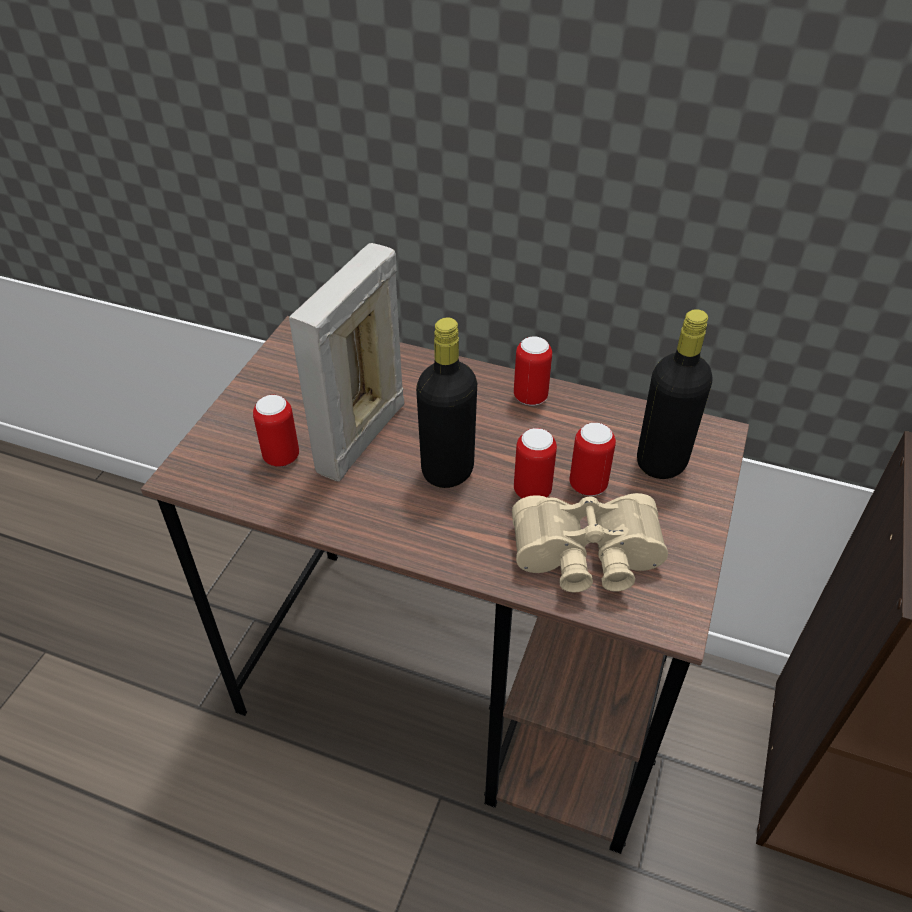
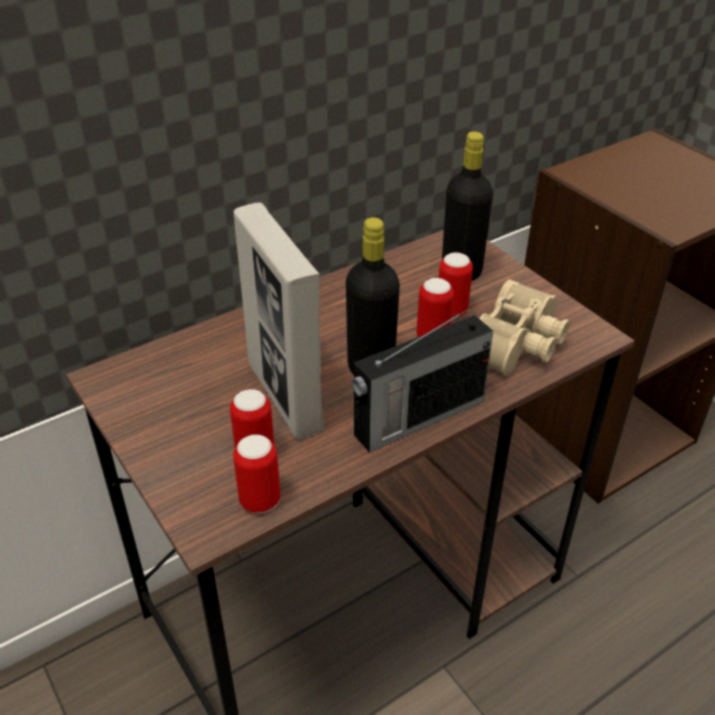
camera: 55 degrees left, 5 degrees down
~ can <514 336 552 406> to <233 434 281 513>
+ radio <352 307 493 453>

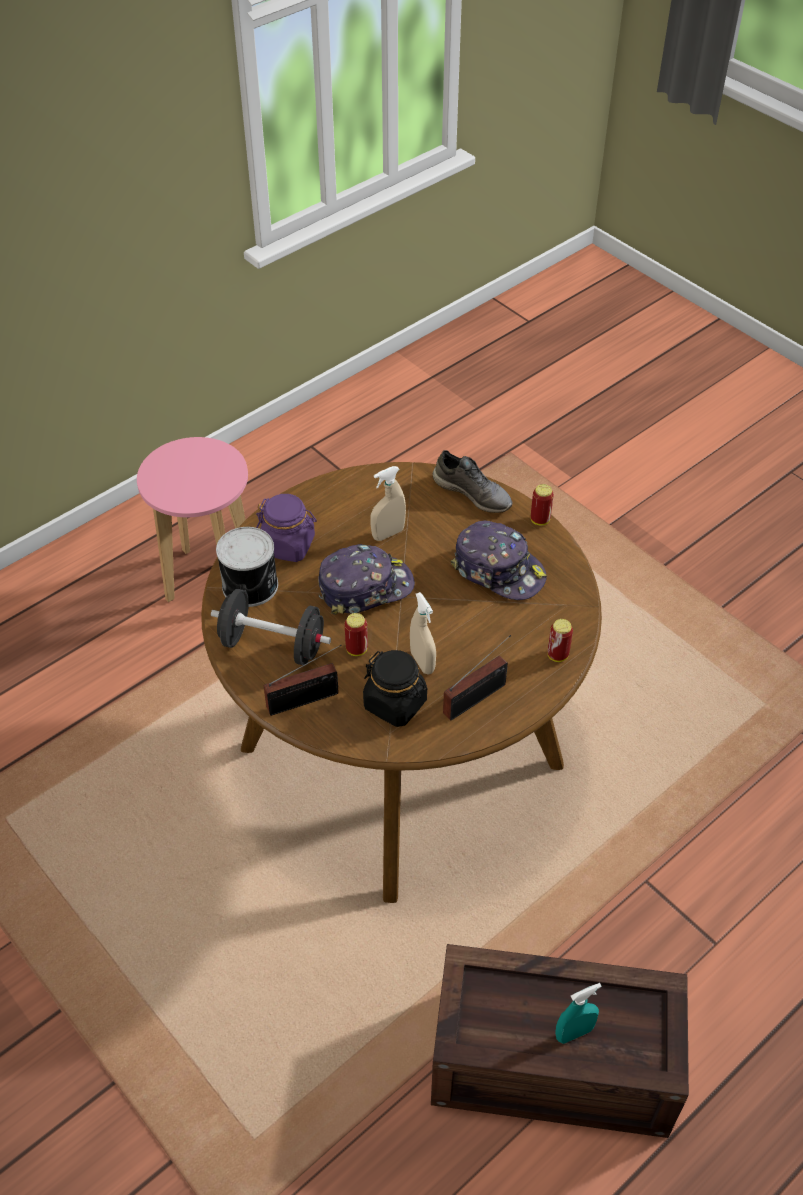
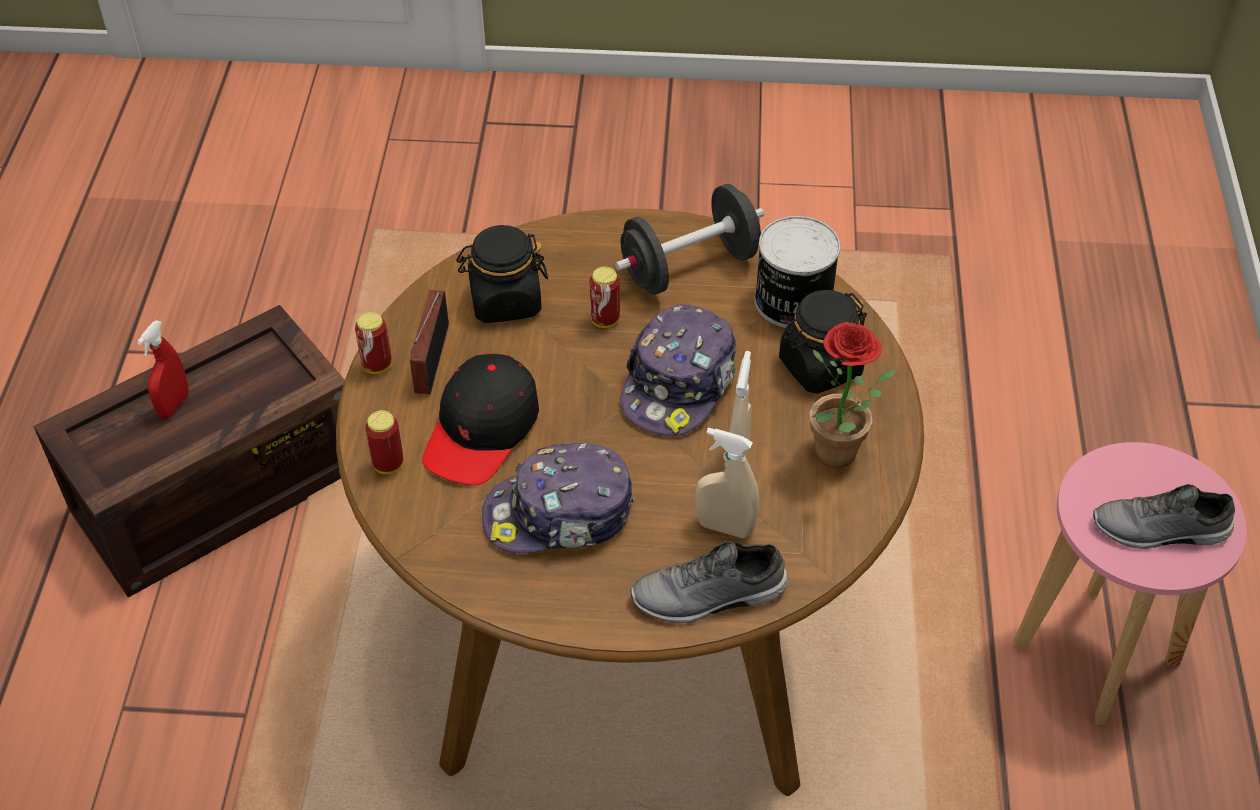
camera: 135 degrees right, 0 degrees up
~ turquoise spray bottle <555 983 602 1044> to red spray bottle <137 320 189 419>
~ can <531 484 554 526> to <355 312 392 374>
+ black cap <422 353 539 485>
~ beige spray bottle <410 592 436 674> to <695 428 759 538>
~ purple jar <256 494 317 562> to black jar <779 290 867 394>
+ potted plant <810 322 896 468>
+ grey shoe <1093 484 1235 549>
- radio <264 645 342 716>

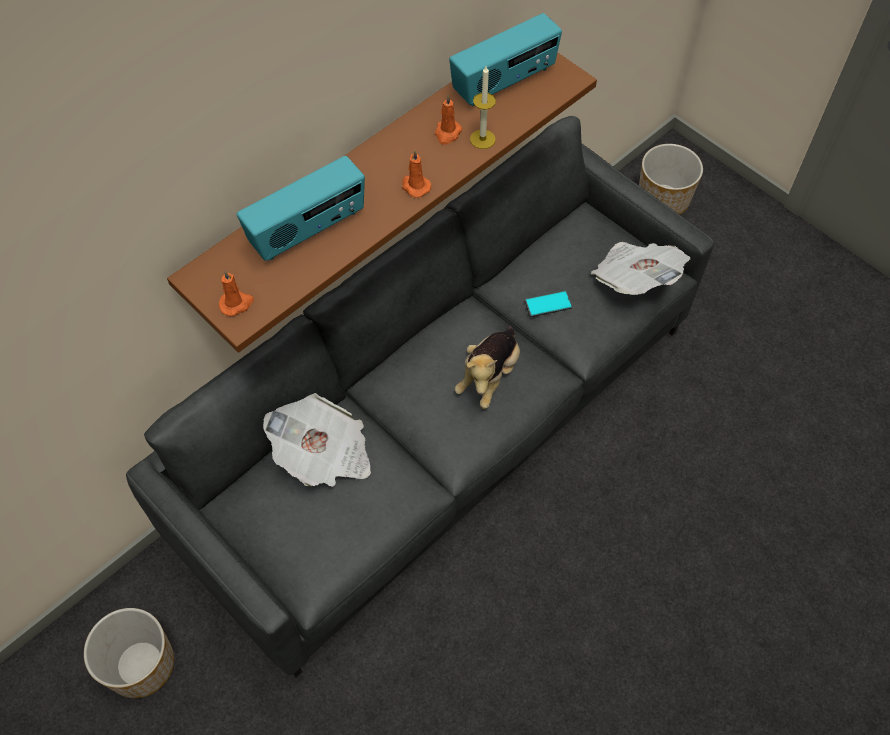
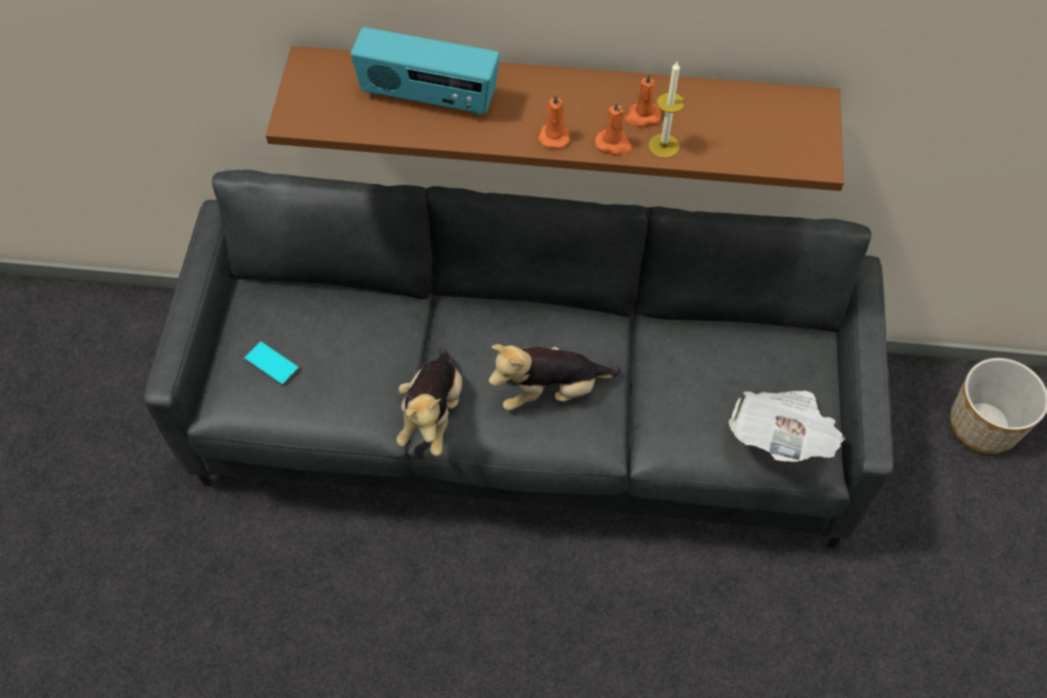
camera: 50 degrees right, 0 degrees up
~ phone <525 291 572 317> to <243 340 300 386>
+ plush toy <396 348 462 457>
~ orange candle <219 270 254 316> to <595 100 633 155>
- planter <84 608 174 698>
- newspaper <263 393 371 487>
- radio <449 13 562 106>

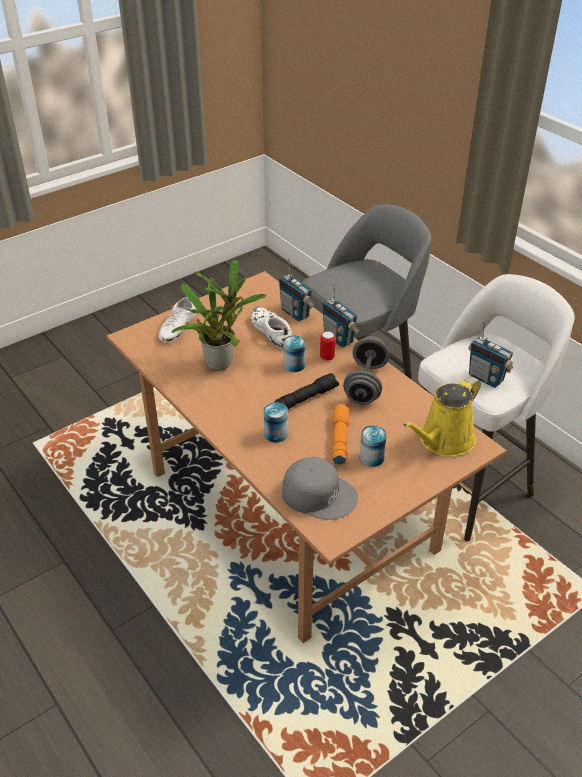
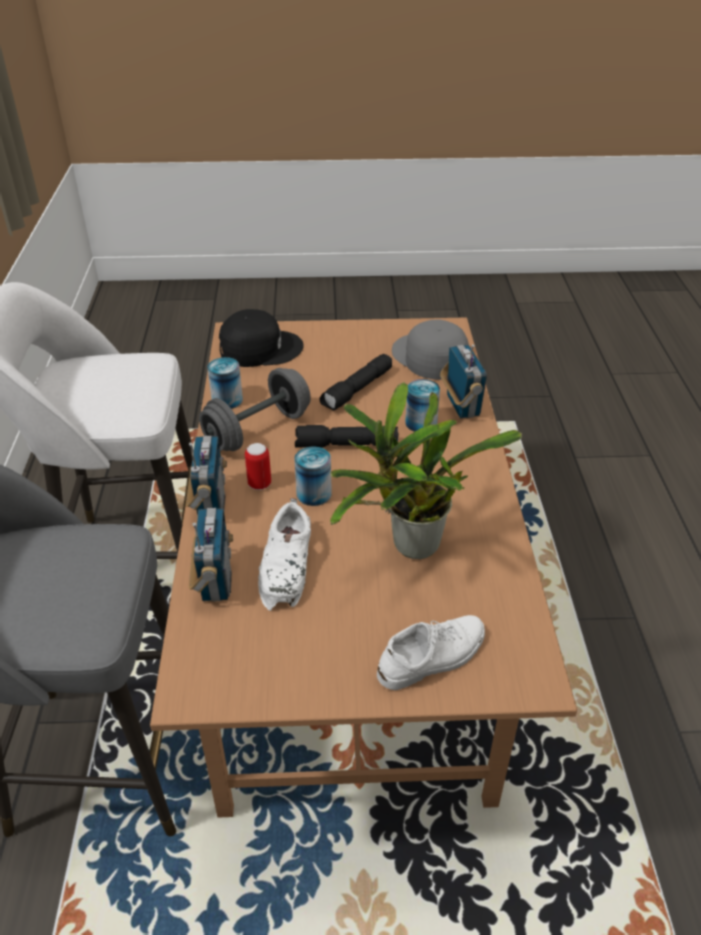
camera: 145 degrees left, 0 degrees up
~ can <360 425 387 467> to <207 357 243 409>
~ yellow watering can <403 377 481 457> to black cap <219 309 304 367>
~ orange flashlight <332 404 349 465> to black flashlight <320 354 392 411>
~ radio <468 320 513 388> to <440 344 487 419>

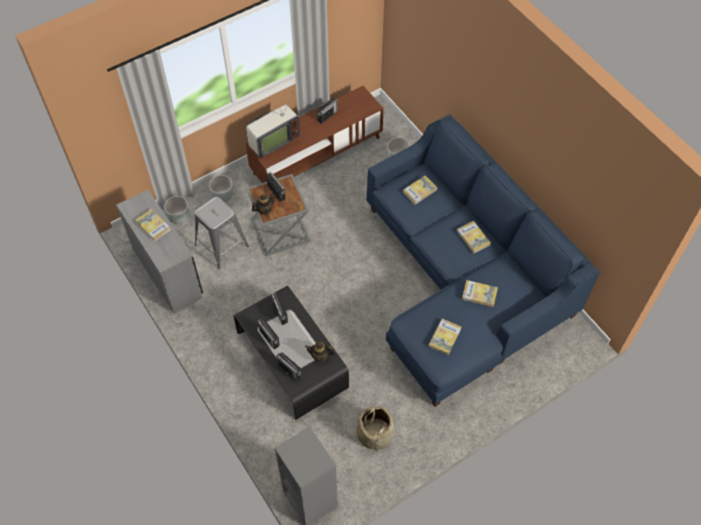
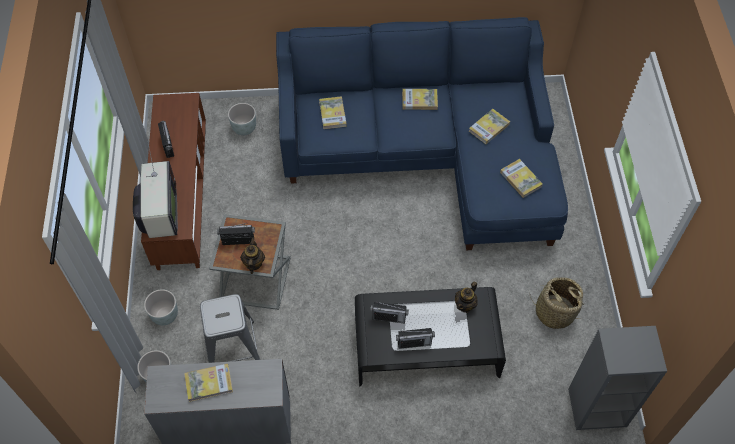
camera: 60 degrees left, 0 degrees up
- radio <276 352 302 382>

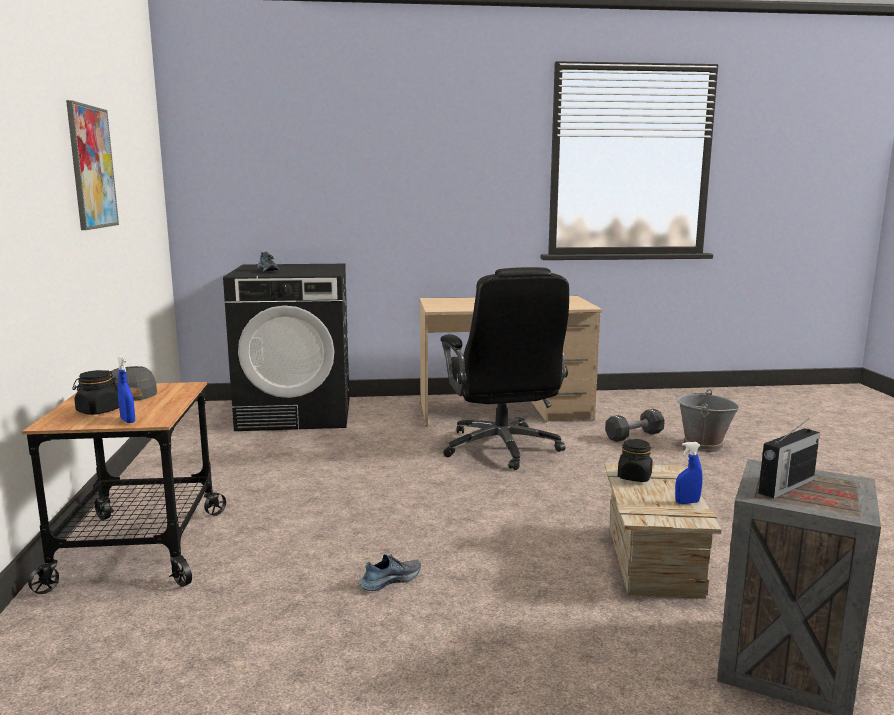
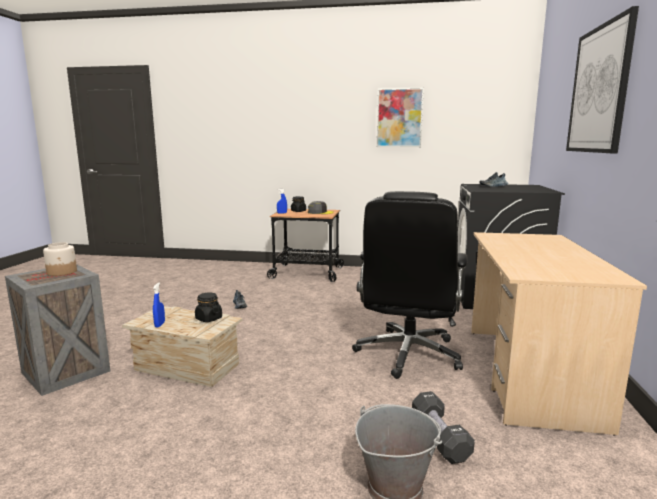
camera: 105 degrees right, 0 degrees up
~ radio <759 419 820 498> to jar <43 242 77 276>
~ black office chair <441 267 569 470> = <352 191 468 379> 75 degrees counterclockwise
+ picture <566 6 639 153>

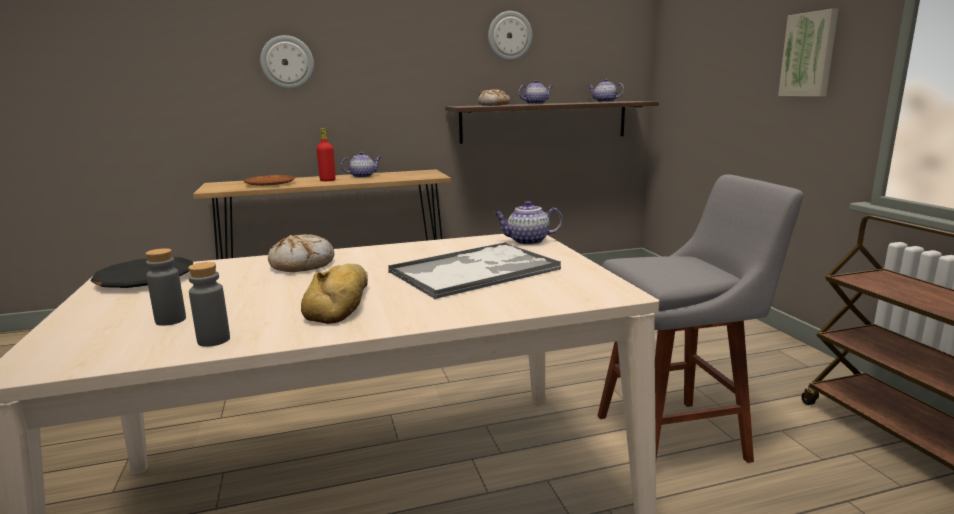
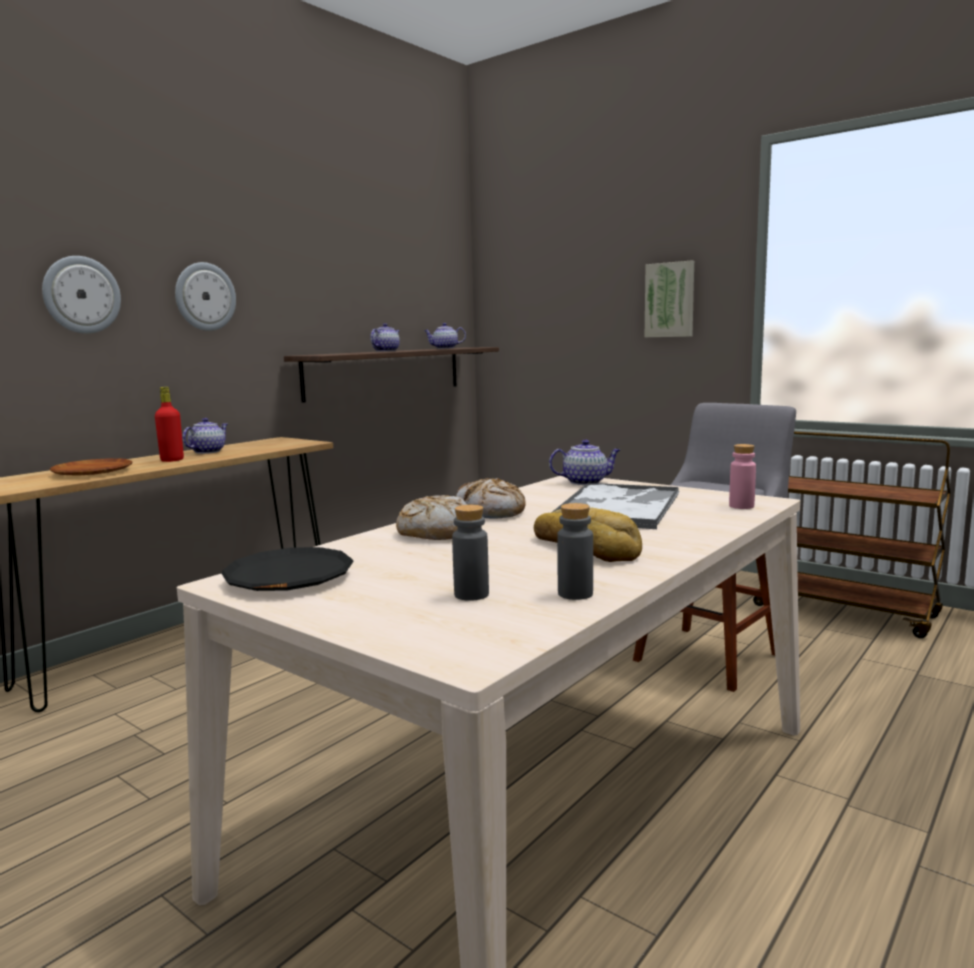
camera: 35 degrees left, 5 degrees down
~ wall clock <488 11 532 61> to <175 262 236 331>
~ bread <478 89 510 106> to <456 478 525 519>
~ teapot <494 201 563 245> = <549 440 620 485> 150 degrees counterclockwise
+ pink bottle <729 444 756 509>

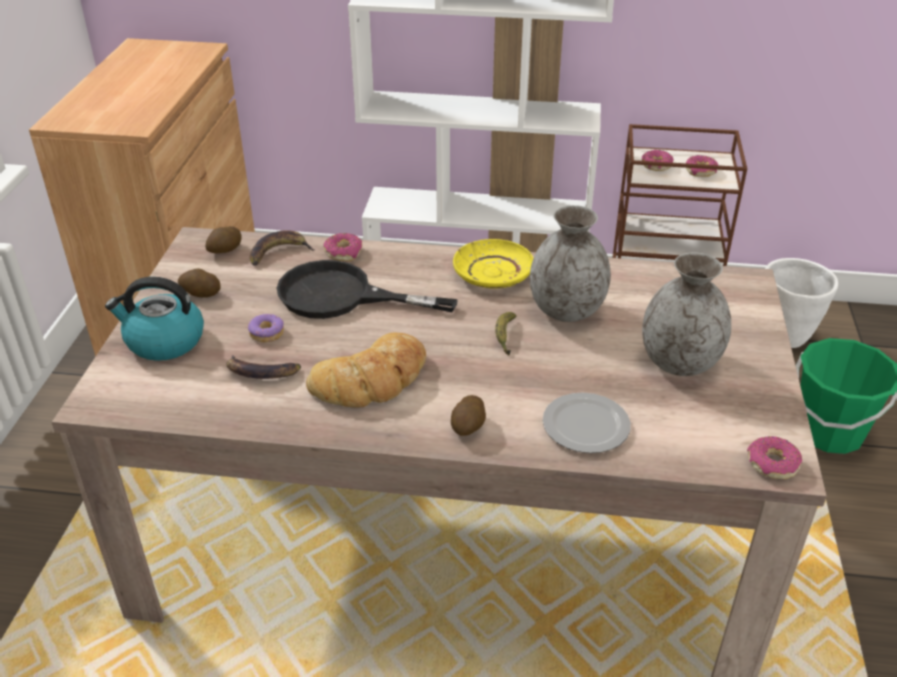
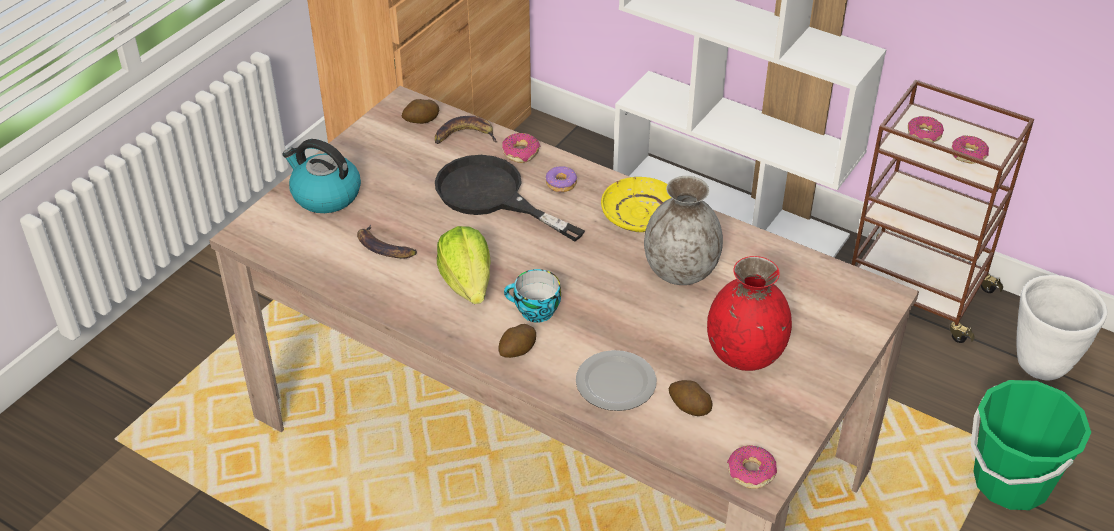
camera: 25 degrees right, 5 degrees up
~ bread <306 333 426 408> to lettuce <437 226 491 304>
+ cup <504 269 561 323>
~ donut <248 314 284 343> to <546 166 578 192>
~ potato <178 268 221 297> to <668 380 713 416>
~ grey vase <642 252 731 376> to red vase <707 256 792 371>
- banana <495 312 516 356>

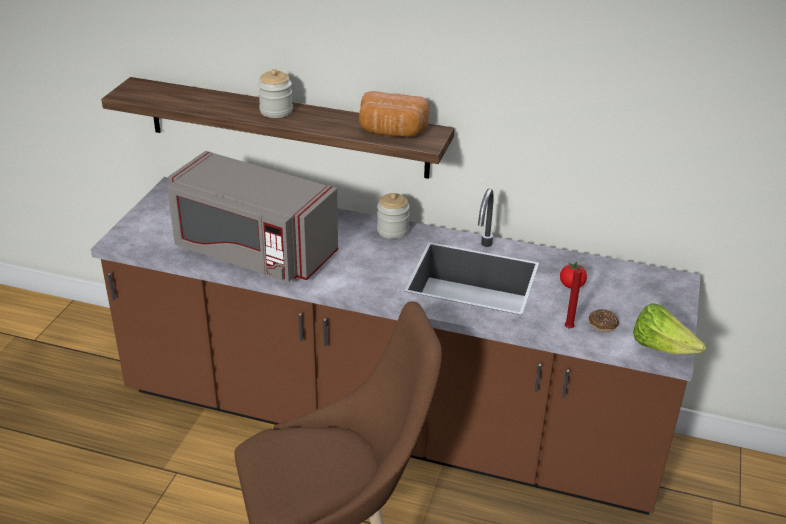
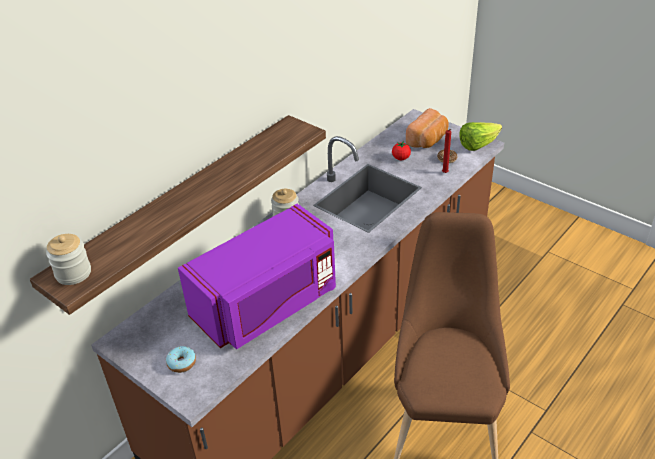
camera: 65 degrees left, 5 degrees up
~ jar <258 69 293 118> to <46 234 91 285>
+ donut <166 346 196 373>
~ grey microwave <167 151 338 282> to purple microwave <178 204 336 350>
~ bread <359 91 430 137> to <406 108 449 148>

